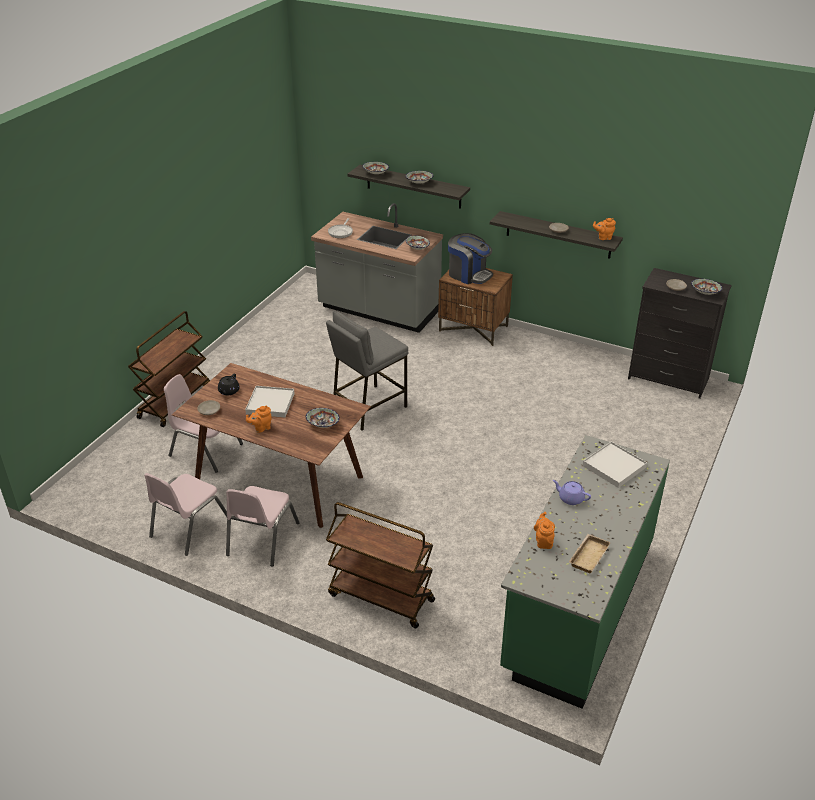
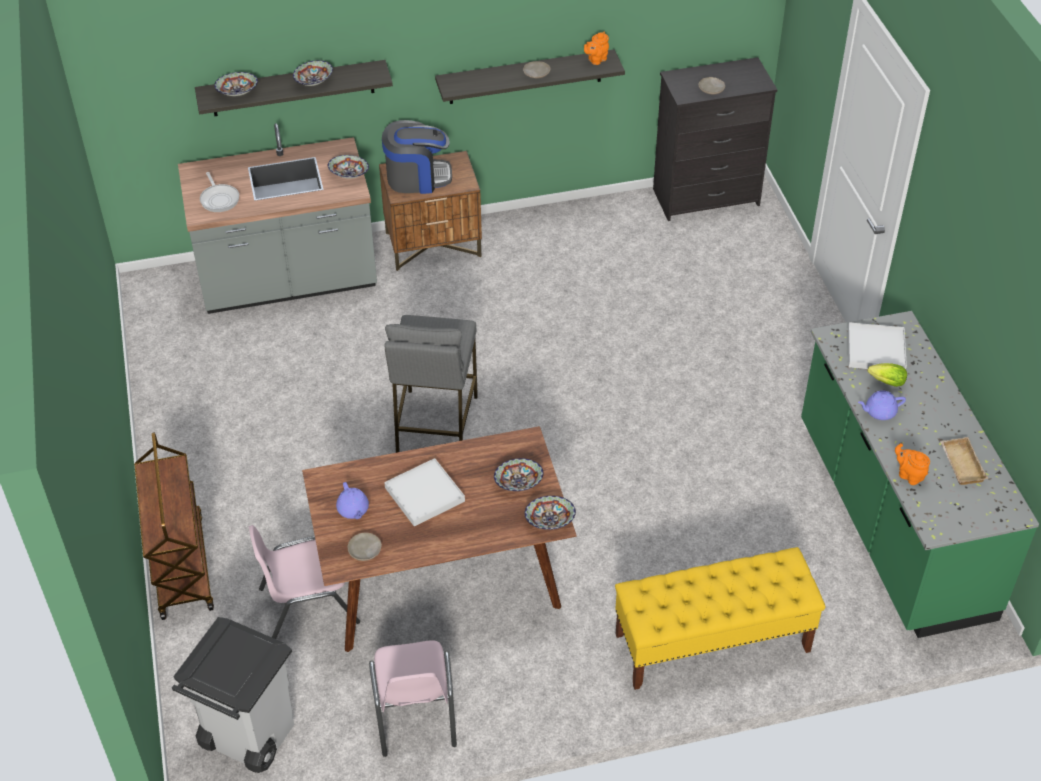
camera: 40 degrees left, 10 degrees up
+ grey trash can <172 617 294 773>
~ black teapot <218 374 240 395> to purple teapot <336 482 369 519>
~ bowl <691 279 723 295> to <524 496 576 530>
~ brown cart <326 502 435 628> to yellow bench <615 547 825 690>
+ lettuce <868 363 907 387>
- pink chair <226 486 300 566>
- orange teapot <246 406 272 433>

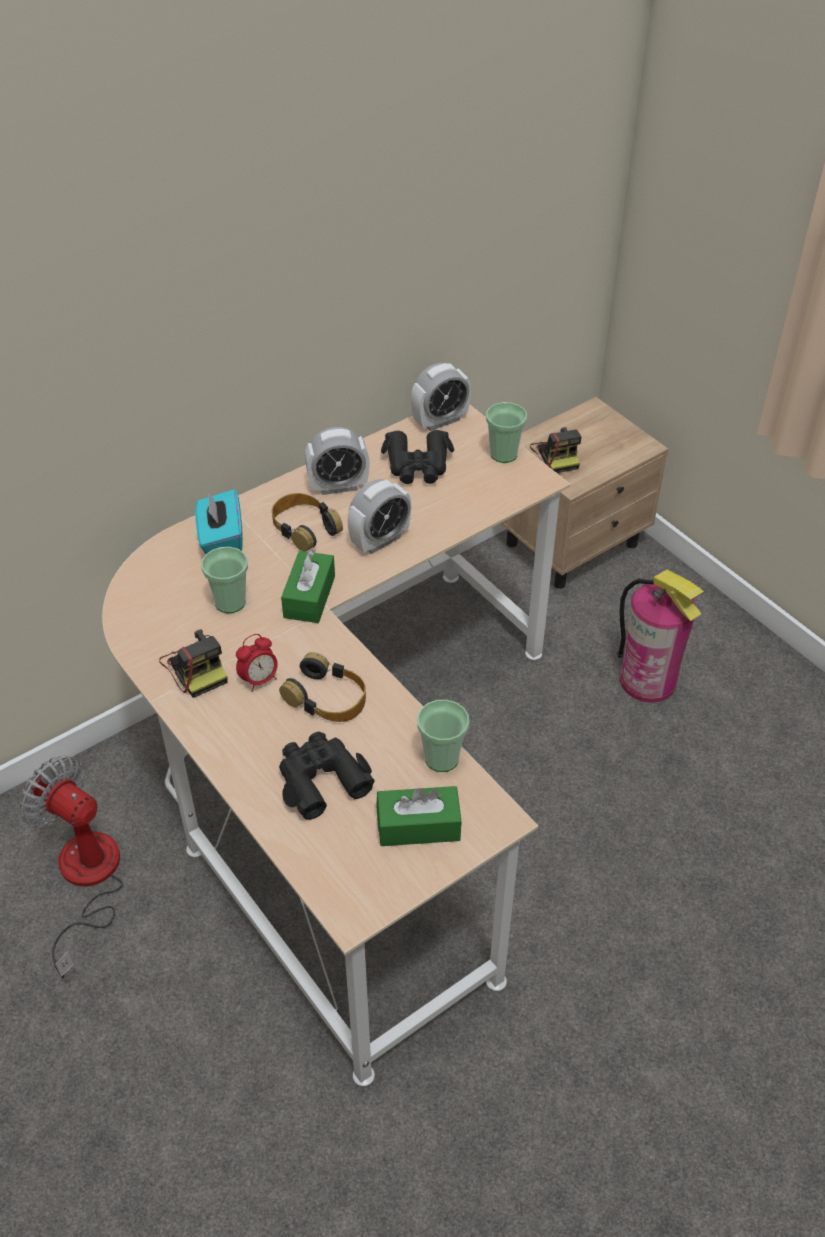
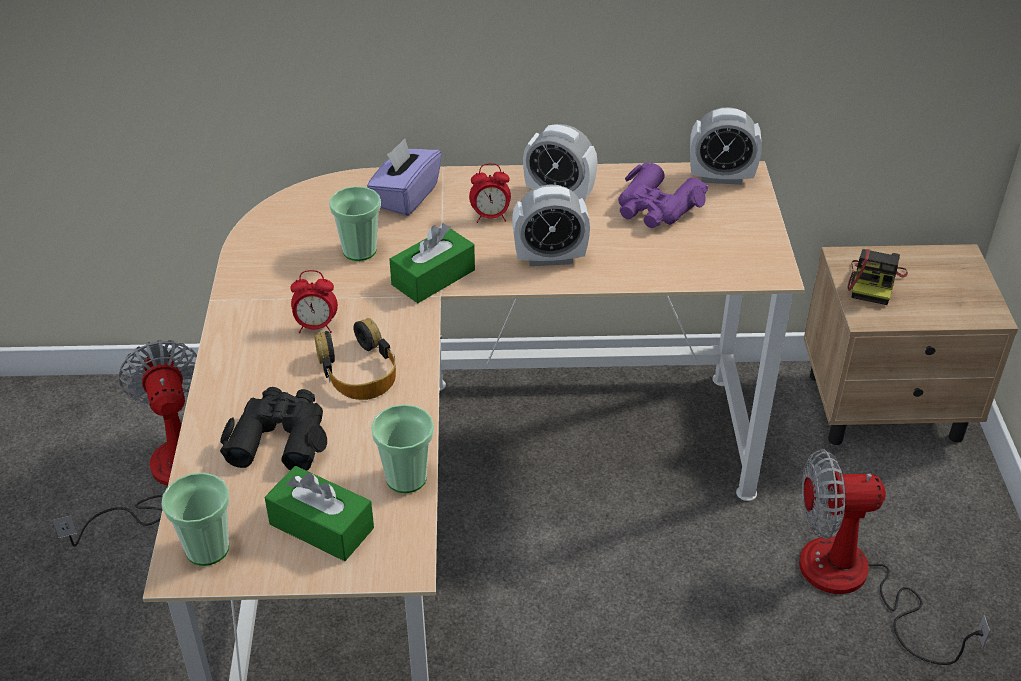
camera: 35 degrees right, 5 degrees down
~ cup <486 402 527 463> to <161 473 229 566>
~ turquoise tissue box <195 489 243 555> to purple tissue box <367 138 442 216>
~ headphones <272 493 343 551> to alarm clock <469 163 511 223>
~ black binoculars <381 430 454 484> to purple binoculars <618 163 709 228>
~ fire extinguisher <617 570 704 703> to fan <799 449 990 665>
- photo camera <159 629 228 698>

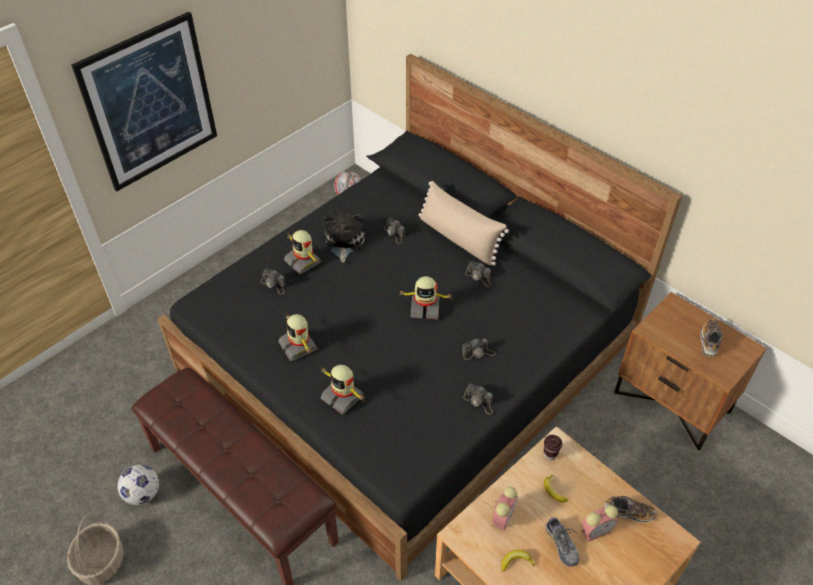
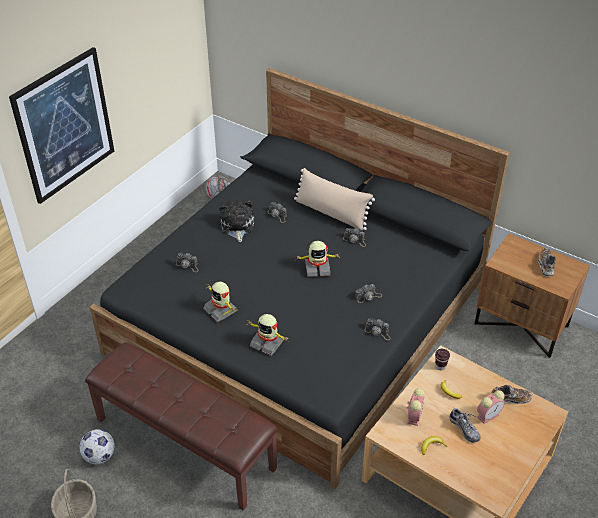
camera: 10 degrees left, 5 degrees down
- toy robot <284 230 321 274>

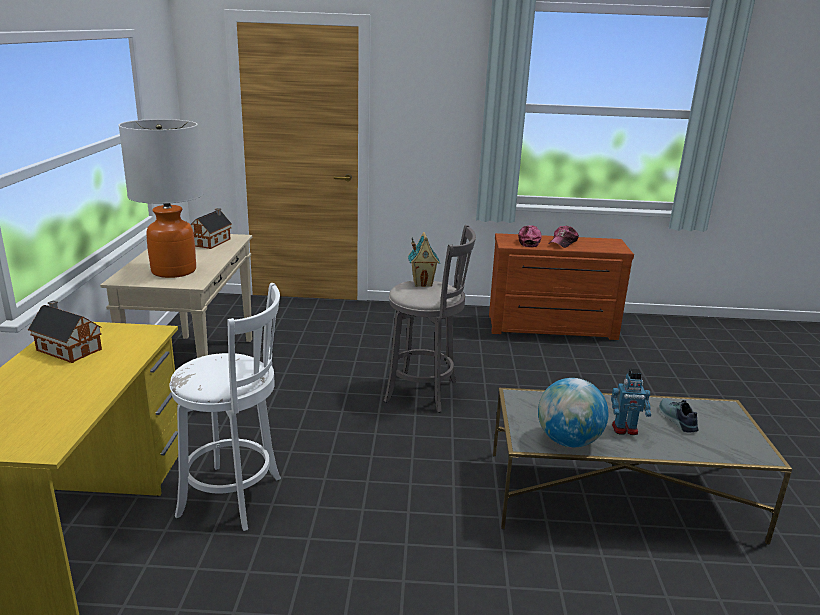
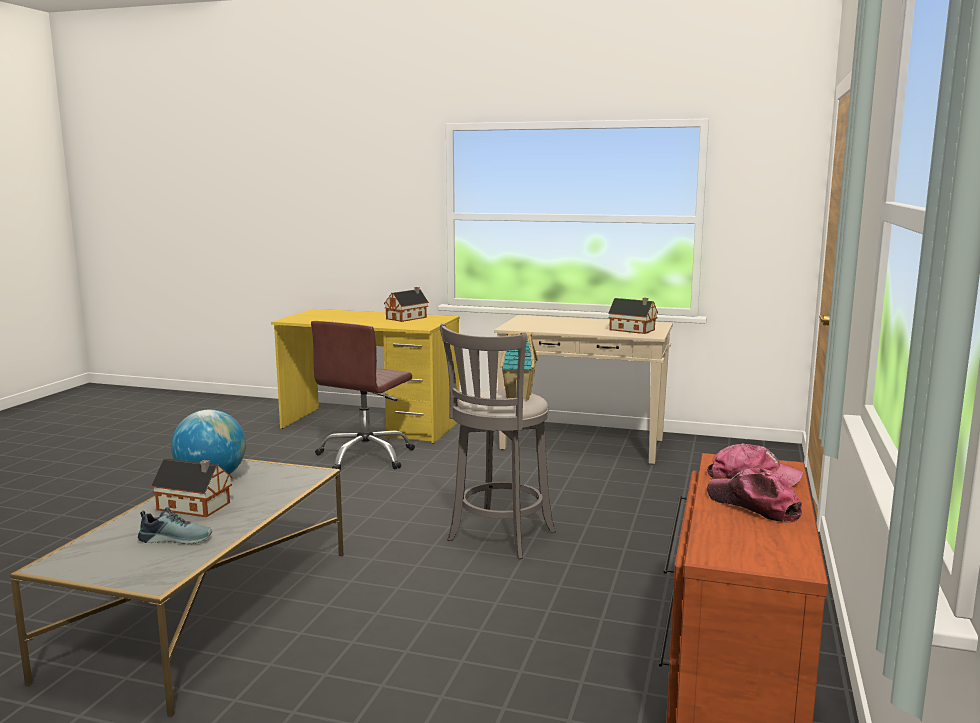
camera: 105 degrees right, 10 degrees down
~ toy robot <611 369 651 435> to toy house <151 458 233 517>
~ white stool <169 283 281 531> to brown office chair <311 321 415 471>
- table lamp <119 119 203 278>

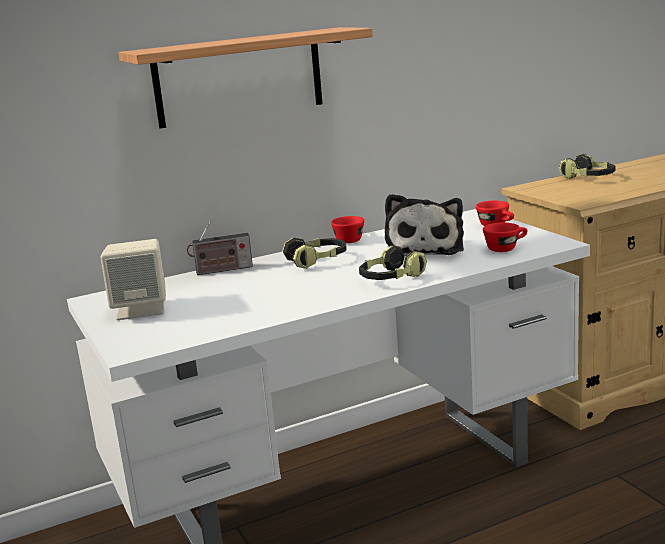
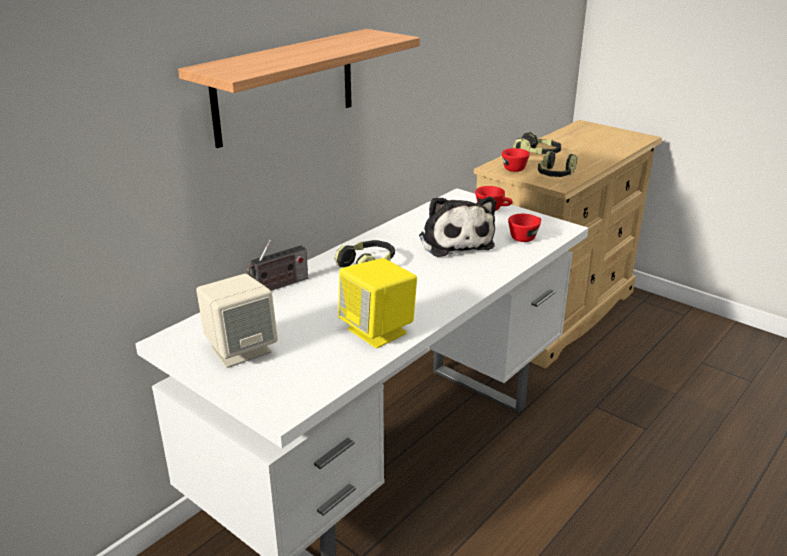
camera: 25 degrees left, 10 degrees up
+ yellow speaker <338 258 417 348>
~ red cup <331 216 364 243> to <502 148 530 172>
~ headphones <359 246 427 280> to <538 151 577 177>

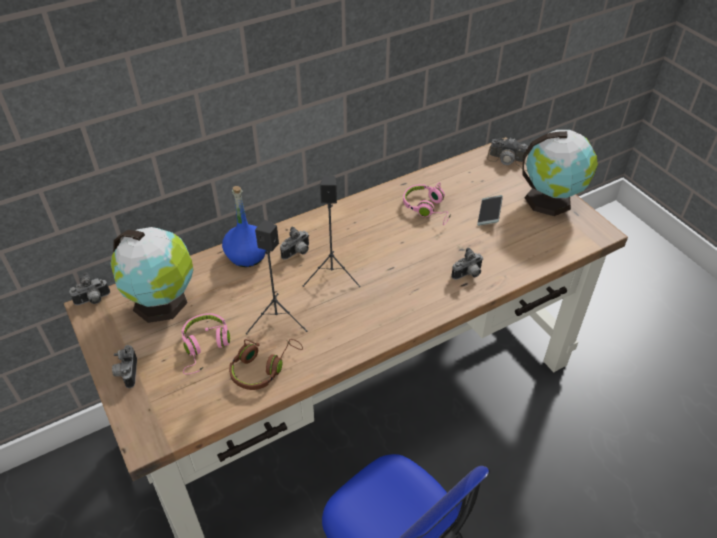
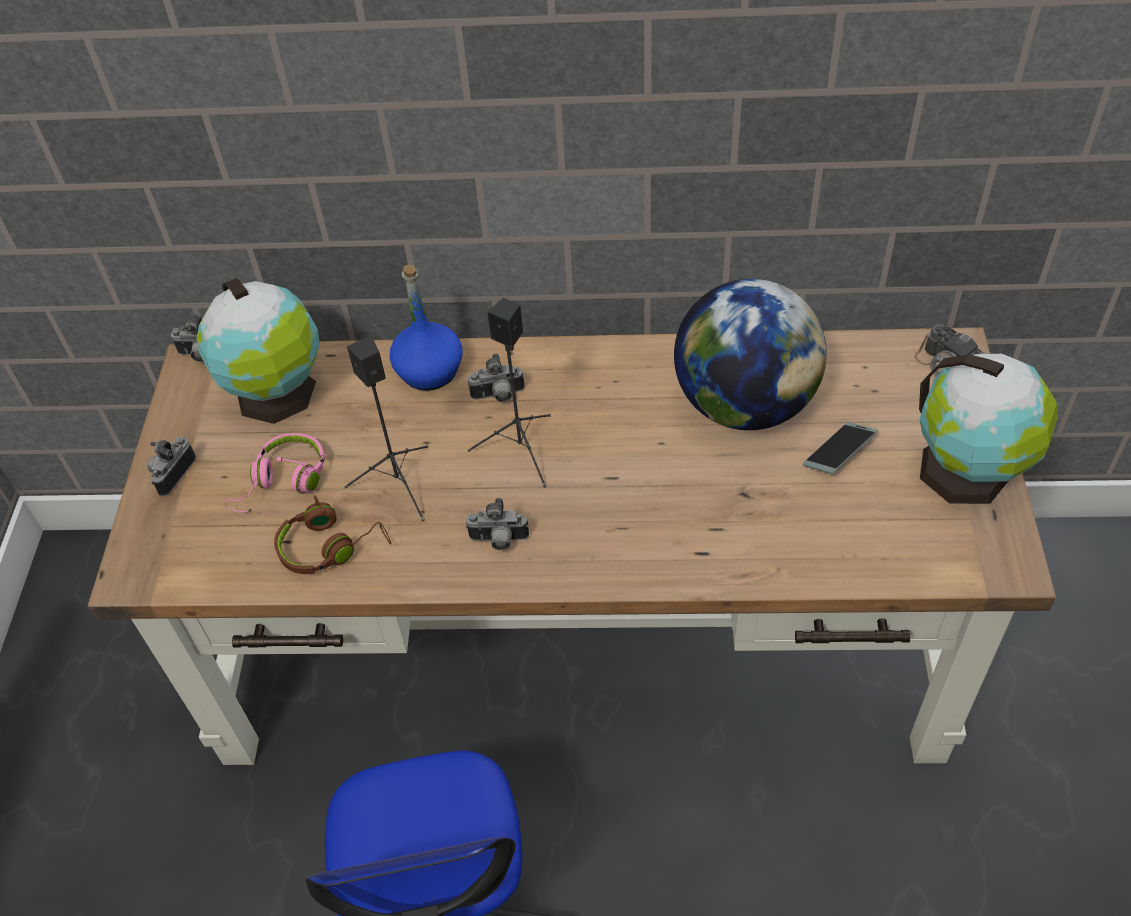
camera: 35 degrees right, 5 degrees up
~ photo camera <451 247 483 280> to <466 498 529 550>
~ pink headphones <403 182 451 225> to globe <674 279 827 430>

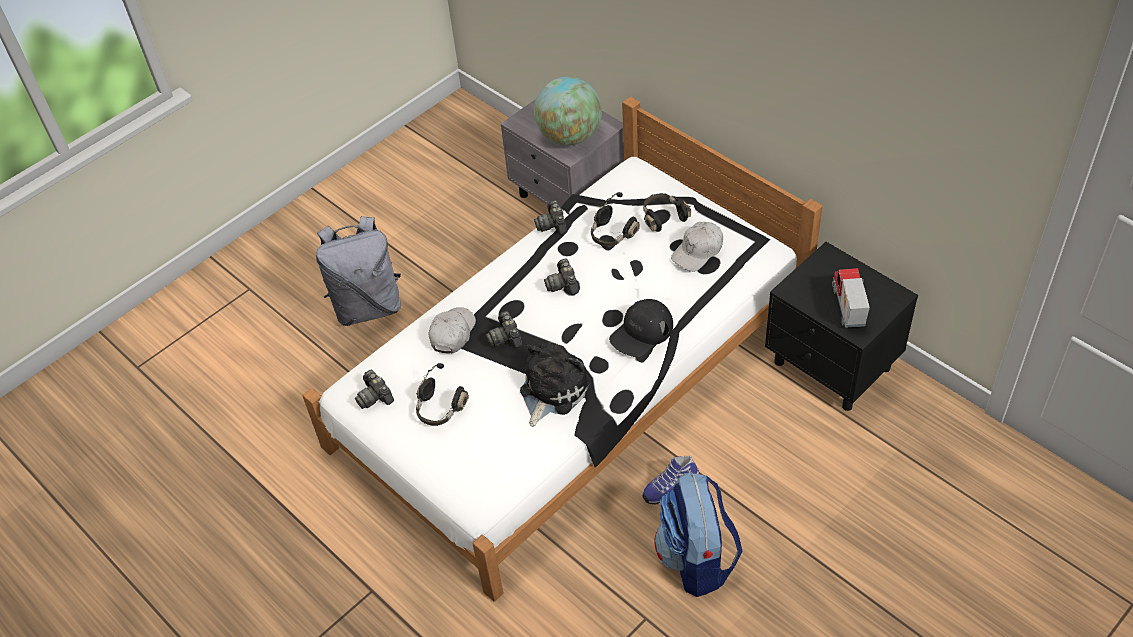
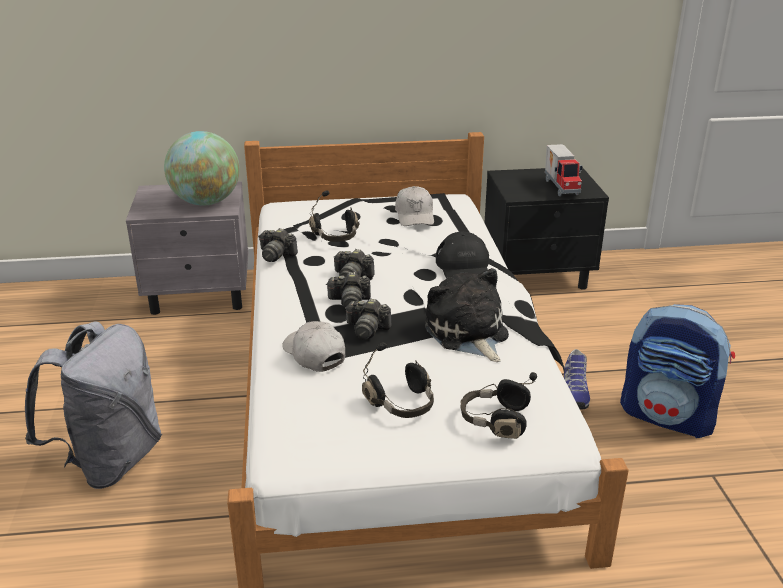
camera: 55 degrees left, 20 degrees down
~ photo camera <355 370 394 409> to <326 272 371 309>
~ black headphones <643 193 691 232> to <460 372 537 439>
~ toy truck <832 268 870 328> = <545 144 582 196> 135 degrees counterclockwise

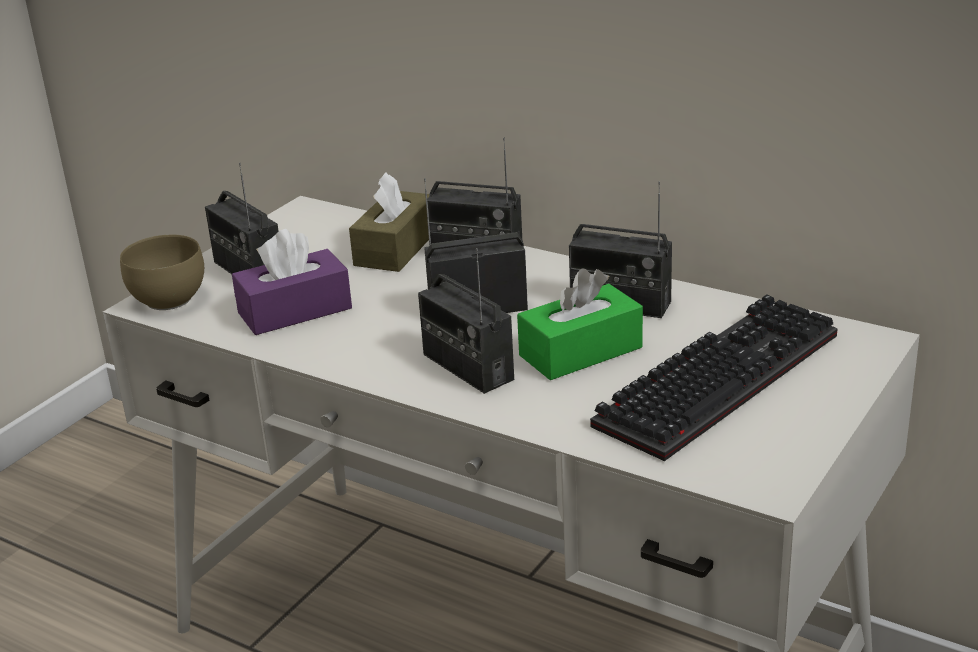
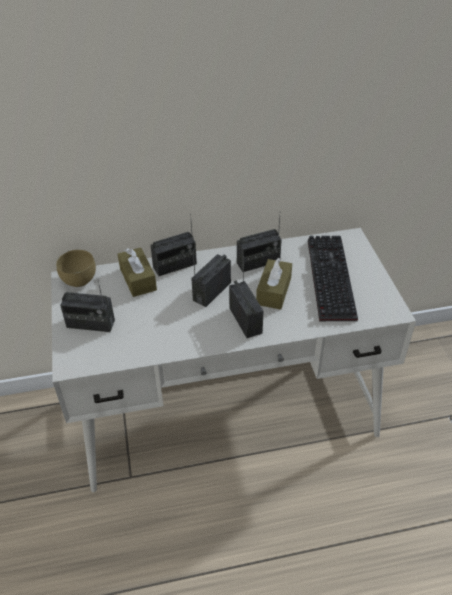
camera: 45 degrees left, 15 degrees up
~ brown bowl <120 235 204 310> to <56 250 96 287>
~ radio <418 248 514 394> = <229 256 264 338> 120 degrees counterclockwise
~ green tissue box <517 268 643 380> to brown tissue box <256 258 292 310>
- purple tissue box <232 229 352 335>

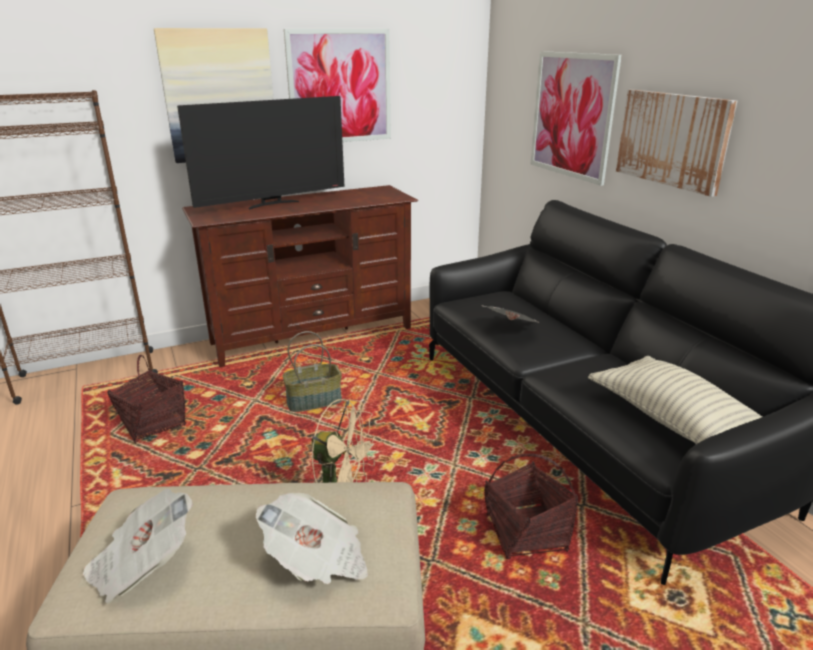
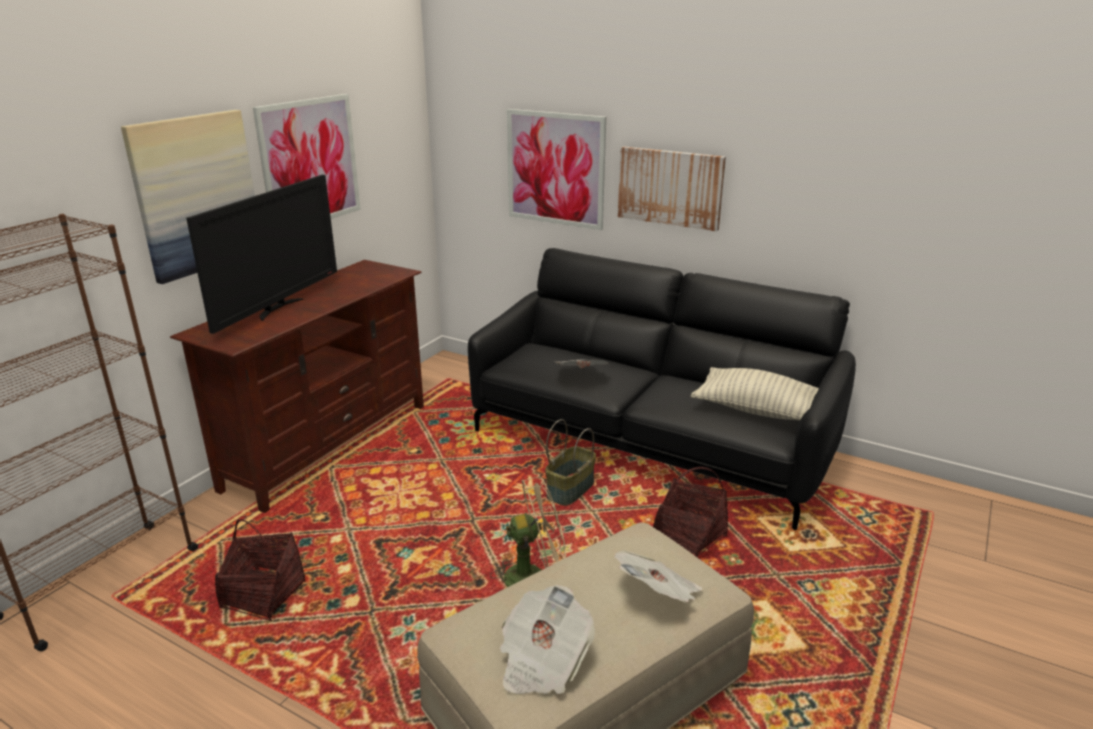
camera: 35 degrees left, 0 degrees up
~ basket <283 331 342 412> to <545 419 596 506>

